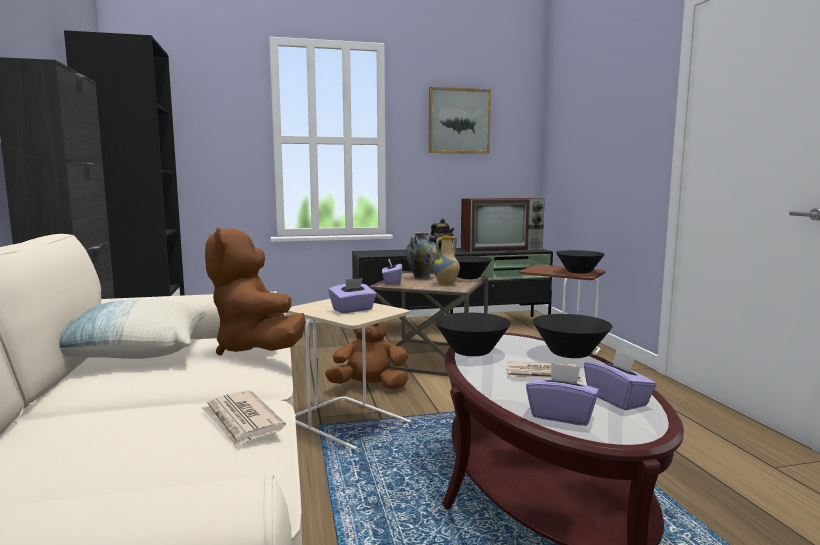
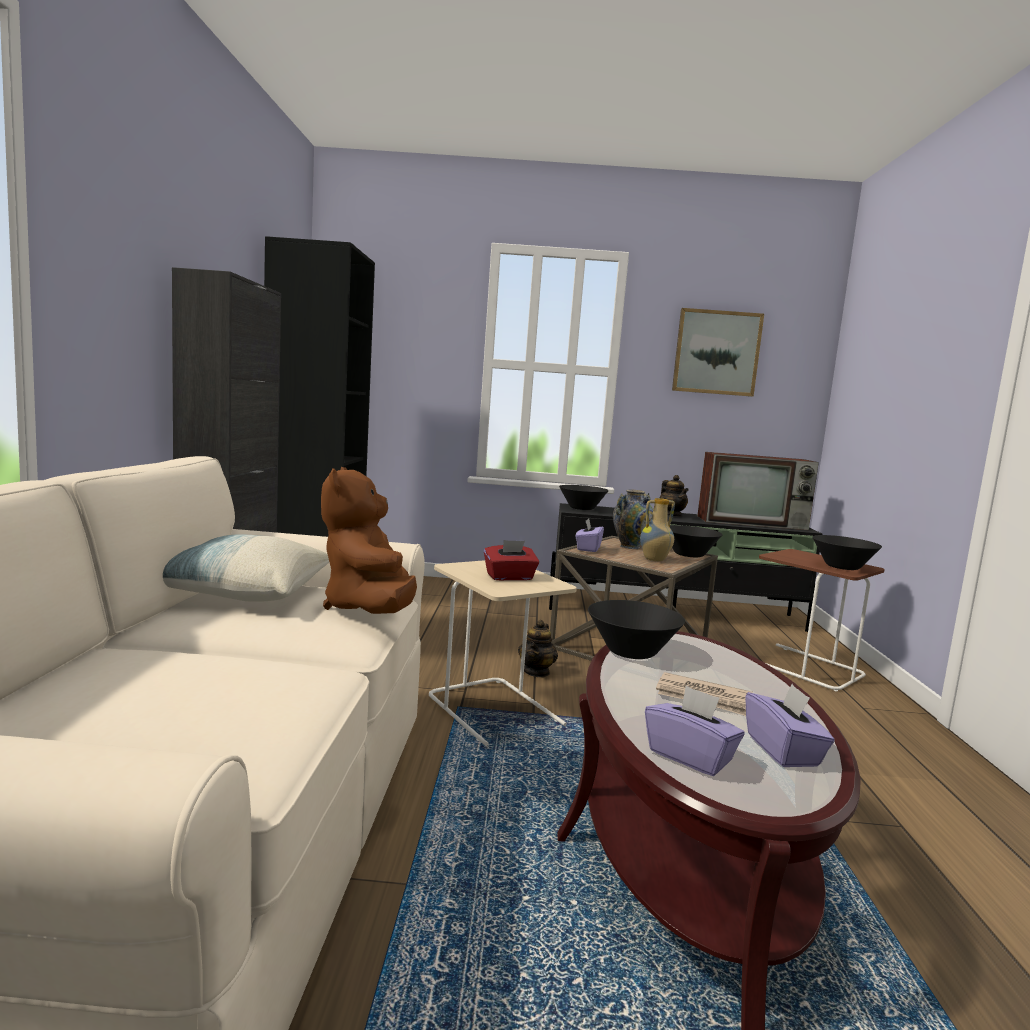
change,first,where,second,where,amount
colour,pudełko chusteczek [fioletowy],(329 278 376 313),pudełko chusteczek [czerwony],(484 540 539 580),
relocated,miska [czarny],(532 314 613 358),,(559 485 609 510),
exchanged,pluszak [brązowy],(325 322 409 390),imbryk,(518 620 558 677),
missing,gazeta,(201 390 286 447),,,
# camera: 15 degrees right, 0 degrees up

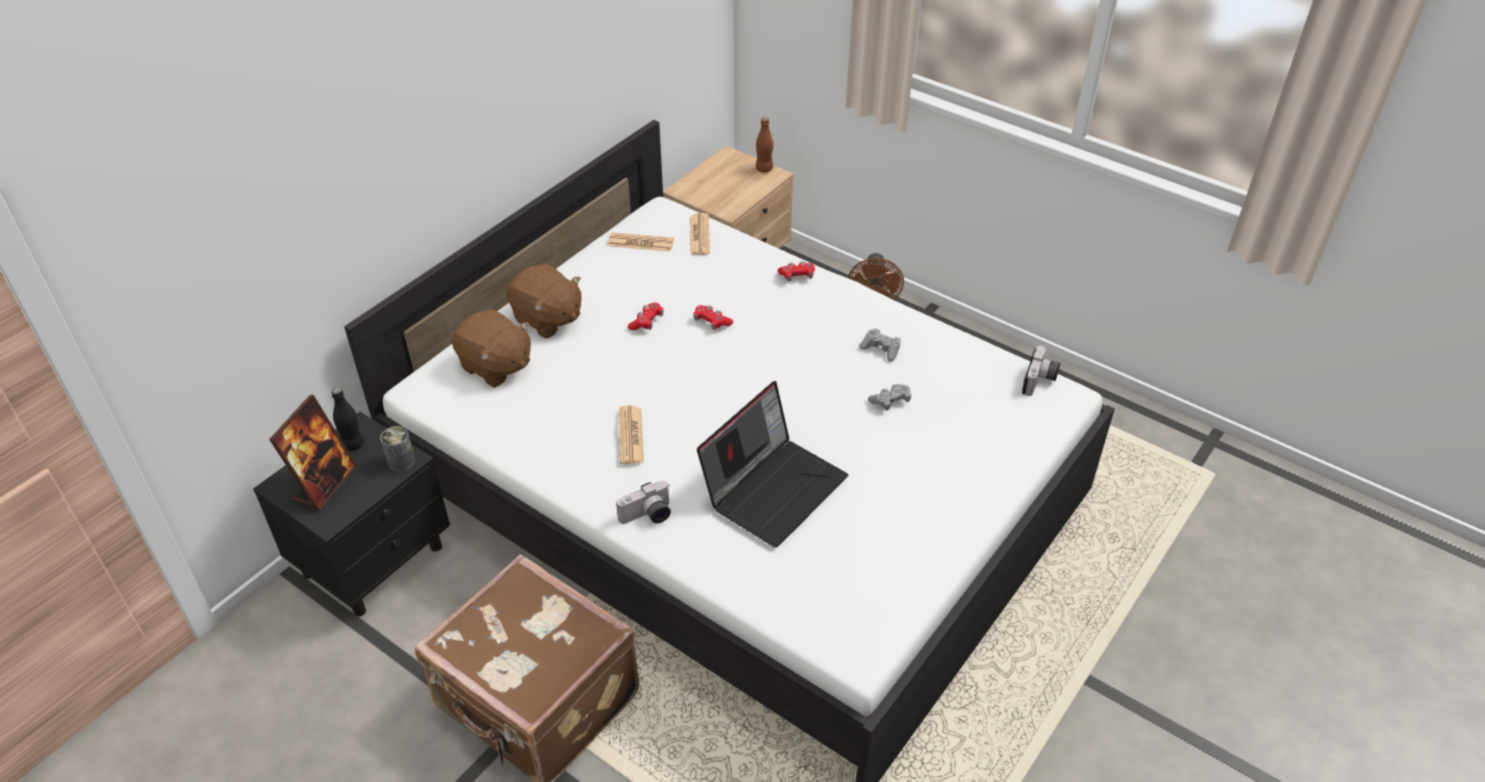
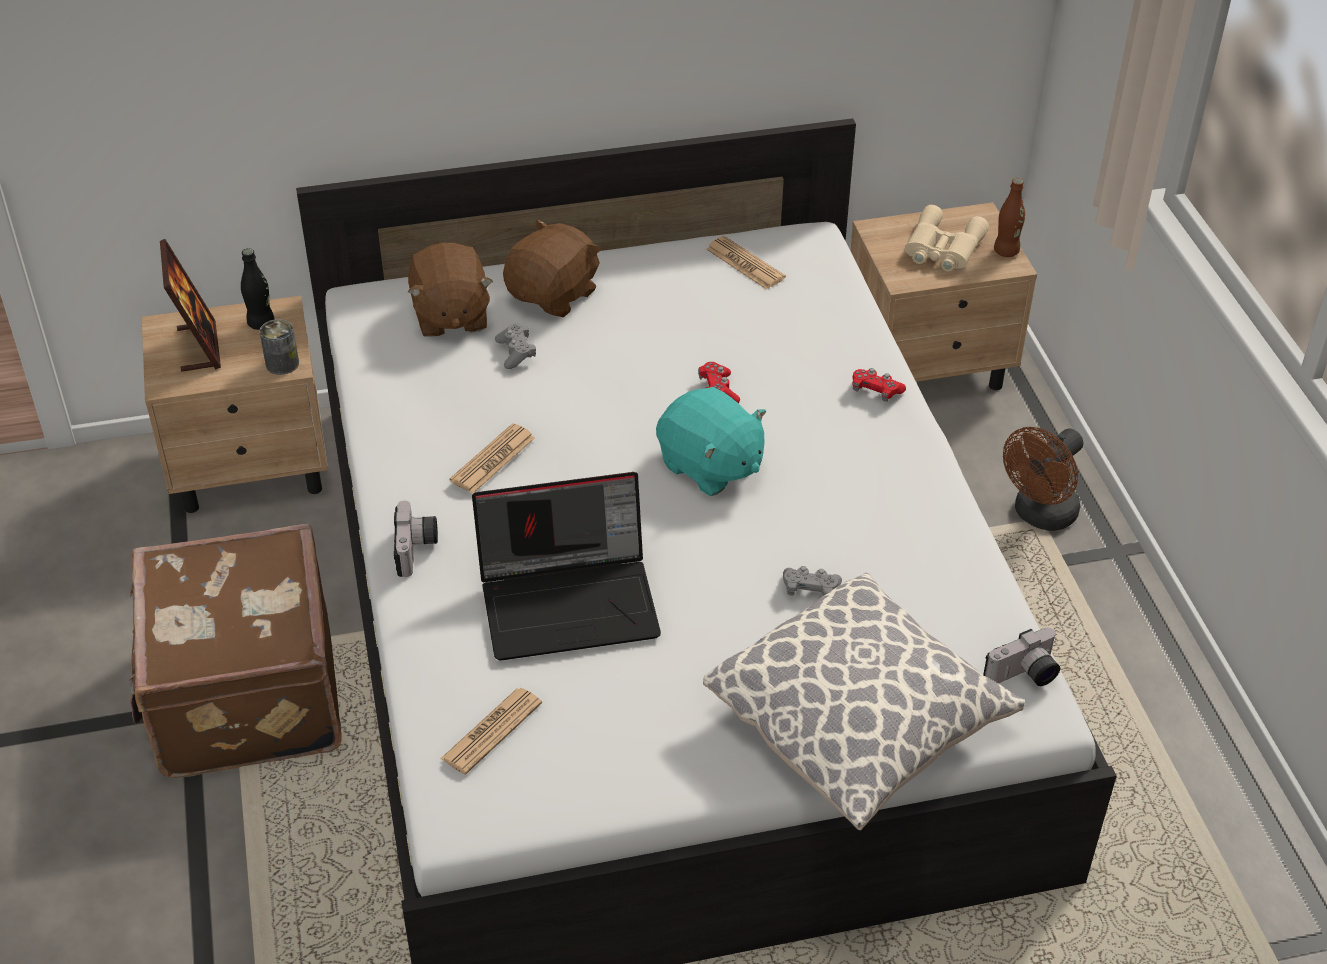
change,first,where,second,where,amount
relocated,gazeta,(690 213 710 255),,(440 688 542 775),
spun,pluszak [brązowy],(506 264 582 339),,(503 220 601 317),135 degrees counterclockwise
missing,pad do gier [czerwony],(628 303 664 330),,,
relocated,pad do gier [szary],(860 328 901 362),,(495 324 536 369),
spun,ramka na zdjęcie,(269 395 357 511),,(160 239 221 372),75 degrees counterclockwise
colour,szafka nocna [czarny],(253 412 450 617),szafka nocna [beżowy],(141 296 328 513),
spun,aparat fotograficzny,(616 481 671 524),,(394 501 438 577),105 degrees counterclockwise
appeared,,,lornetka [beżowy],(905 205 989 272),
appeared,,,pluszak [turkusowy],(656 387 766 496),
appeared,,,poduszka,(703 573 1025 830),
# camera: 40 degrees right, 0 degrees up

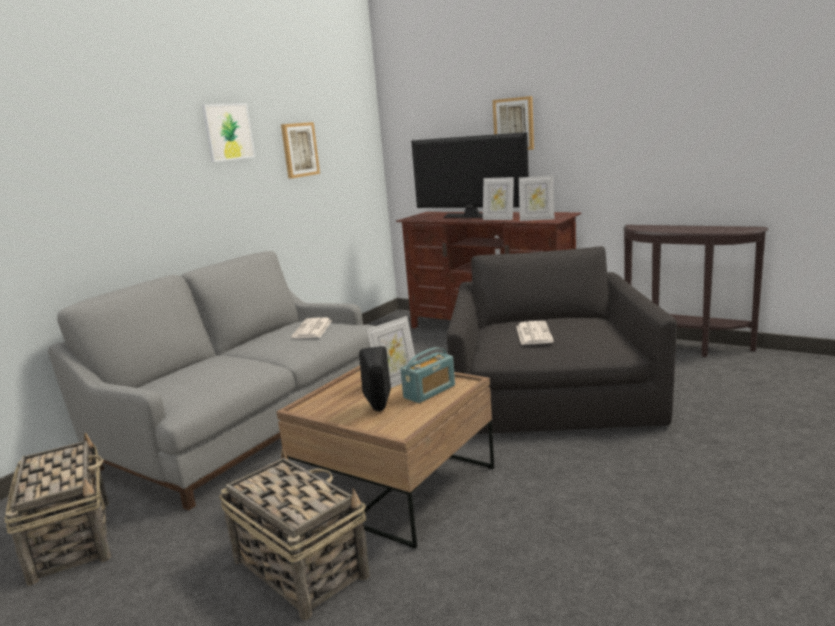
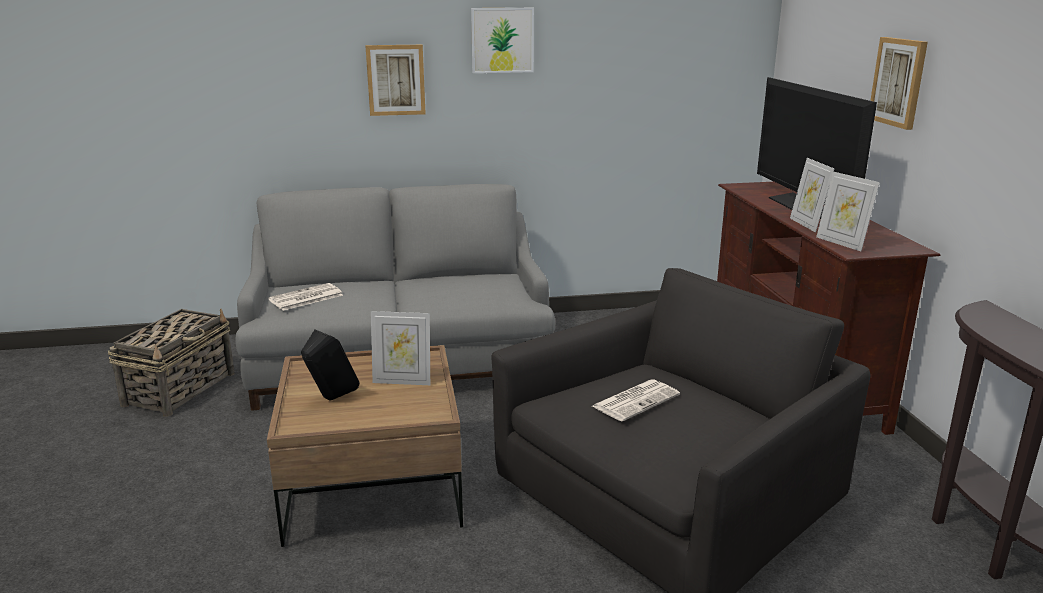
change,first,where,second,where,amount
relocated,obraz,(281 122 320 179),,(365 45 426 116),
relocated,gazeta,(291 317 332 339),,(268 283 343 311),
missing,radio,(400 347 455 403),,,
missing,koszyk,(219 449 370 620),,,
# camera: 45 degrees right, 5 degrees up

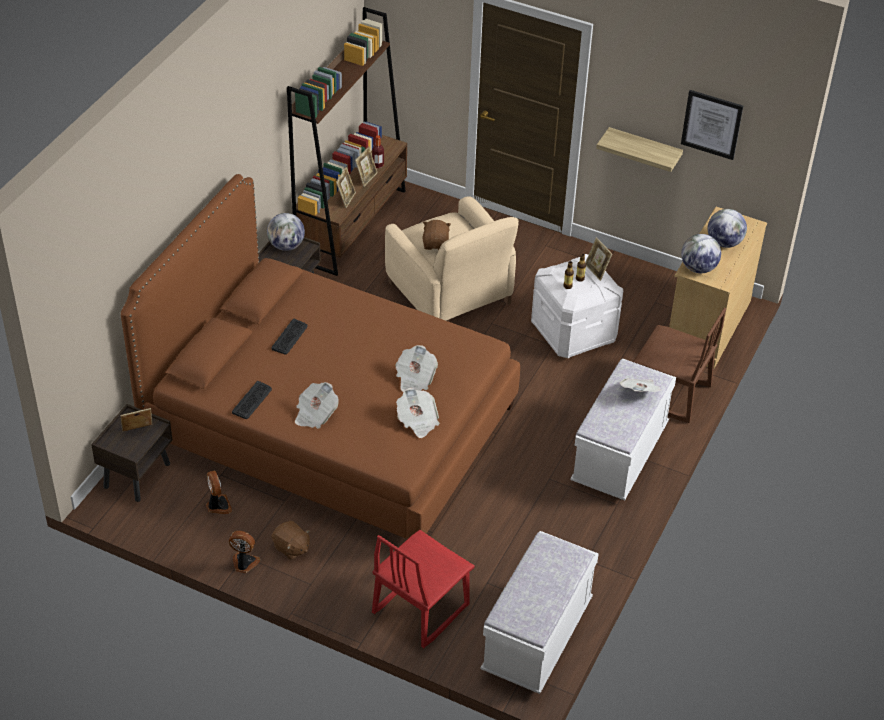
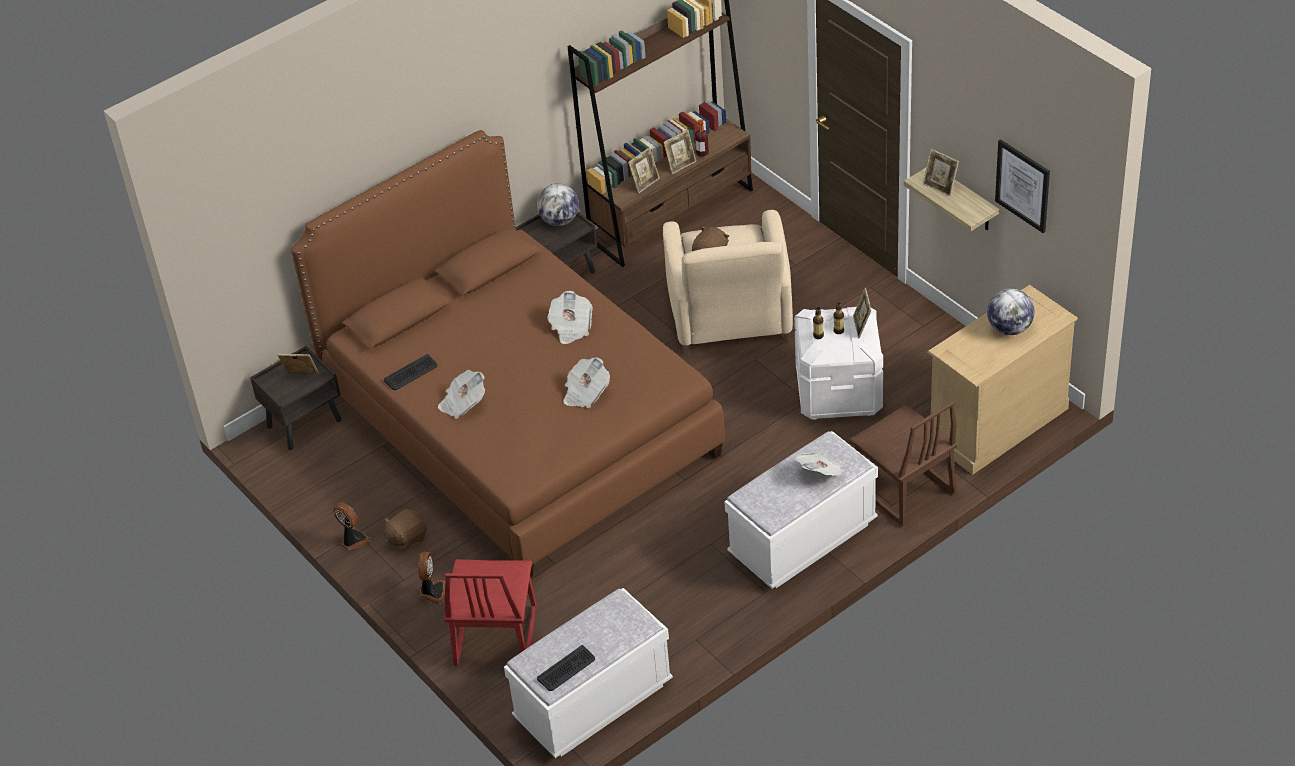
change,first,where,second,where,amount
missing,globus,(681 234 721 273),,,
relocated,klawiatura,(271 319 308 354),,(537 645 595 691),
relocated,gazeta,(396 388 440 438),,(547 291 593 344),
relocated,wentylator,(206 471 232 514),,(418 552 445 604),
spun,pluszak [brązowy],(272 521 310 560),,(384 509 427 552),75 degrees clockwise
spun,krzesło [czerwony],(372 530 475 648),,(444 559 537 666),60 degrees counterclockwise
appeared,,,ramka na zdjęcie,(923 149 959 196),
# camera: 30 degrees right, 0 degrees up

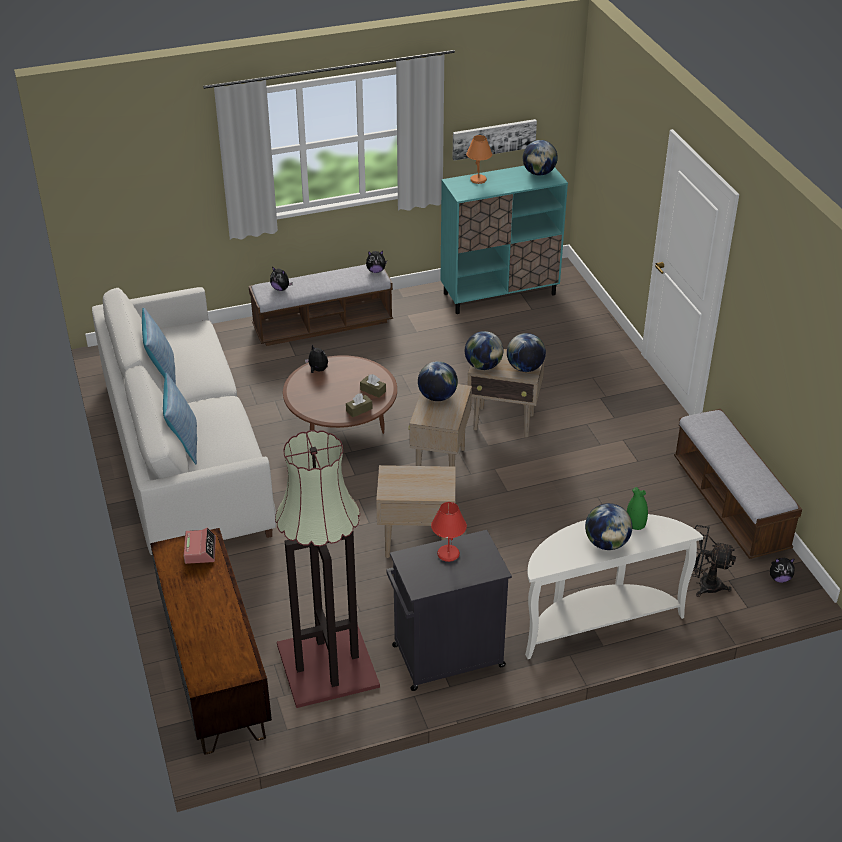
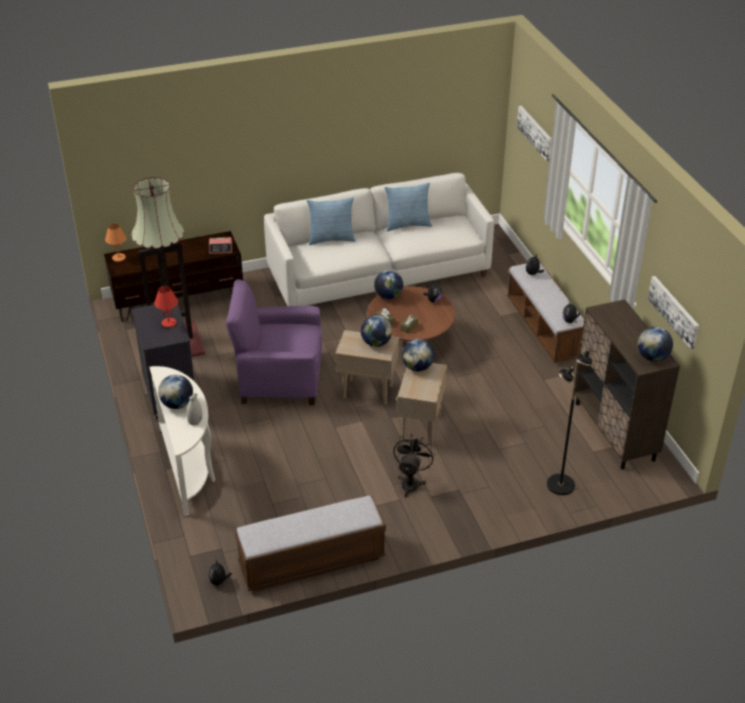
change,first,where,second,where,amount
relocated,lampa stołowa [pomarańczowy],(466 135 492 184),,(105 224 127 262),
colour,szafka [turkusowy],(441 166 568 314),szafka [brązowy],(575 299 680 470),
relocated,globus,(507 333 546 372),,(374 270 403 299),
exchanged,stolik [beżowy],(376 465 456 558),fotel [fioletowy],(226 279 322 405),
colour,wazon [zielony],(627 487 648 530),wazon [biały],(186 393 202 425),
relocated,wentylator [czarny],(691 525 736 597),,(393 435 435 497),
appeared,,,obraz,(517 106 552 161),
appeared,,,lampa stojąca [czarny],(547 341 592 495),
# camera: 90 degrees right, 0 degrees up

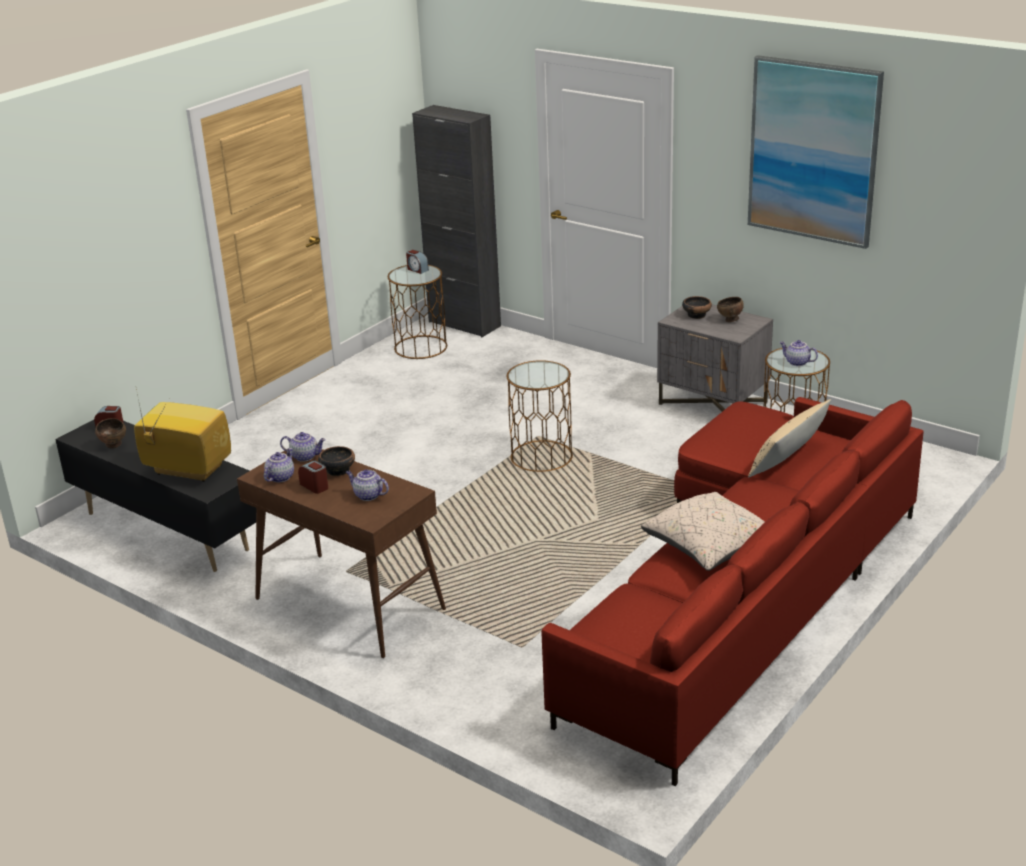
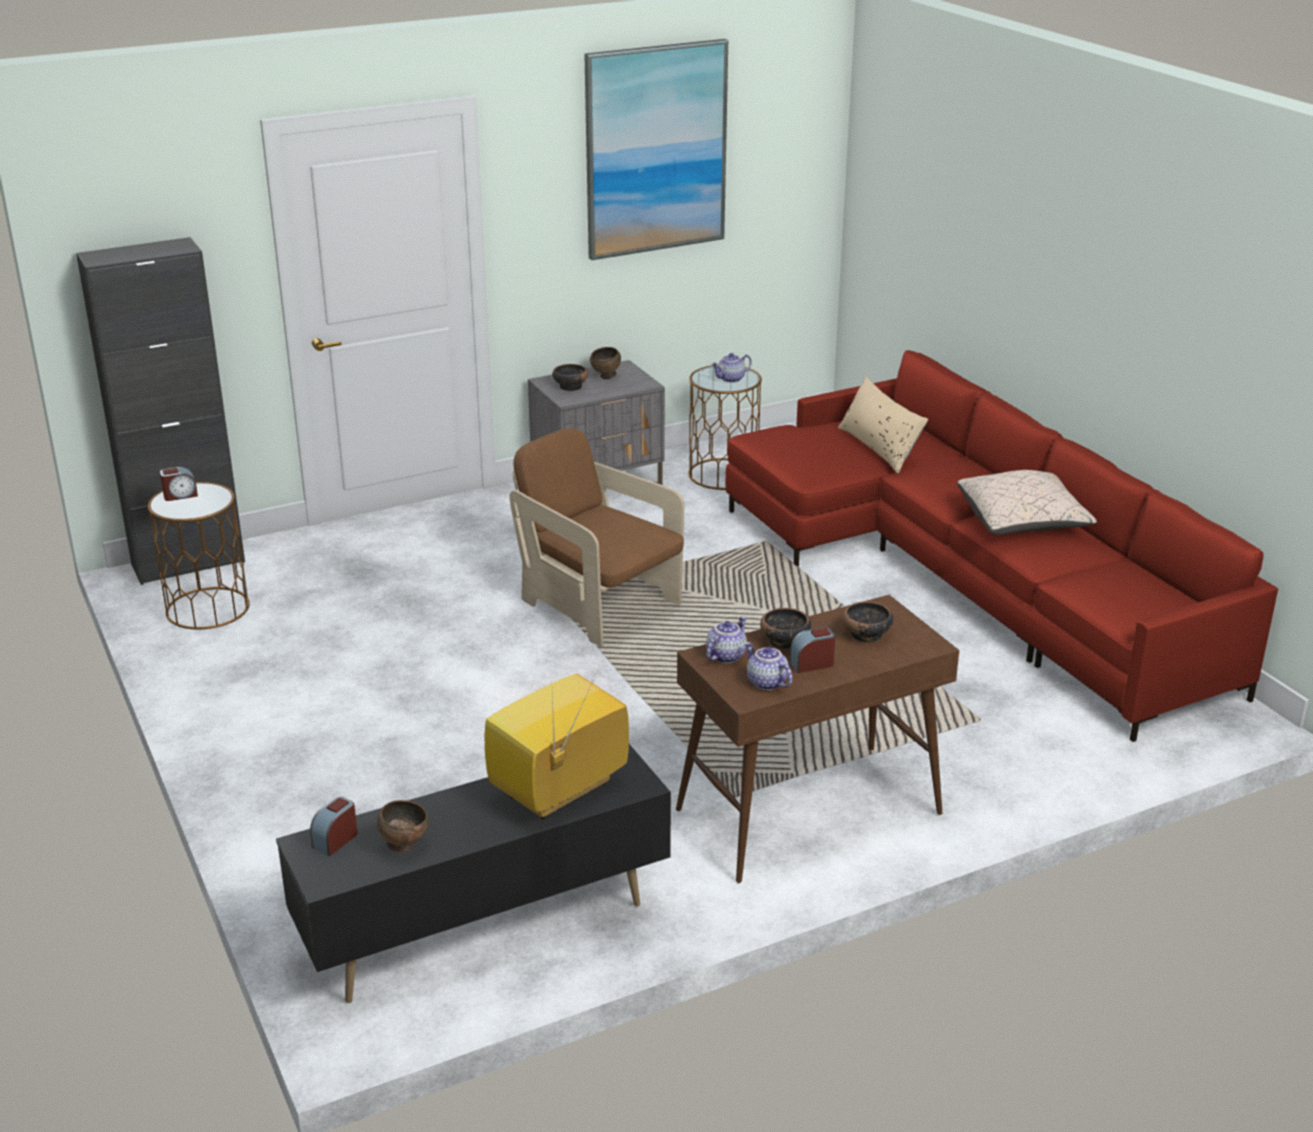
change,first,where,second,where,amount
exchanged,stolik [brązowy],(506 360 573 472),fotel [brązowy],(509 428 685 647),
exchanged,imbryk,(346 469 389 501),miska,(843 601 893 643),
# camera: 65 degrees left, 0 degrees up

